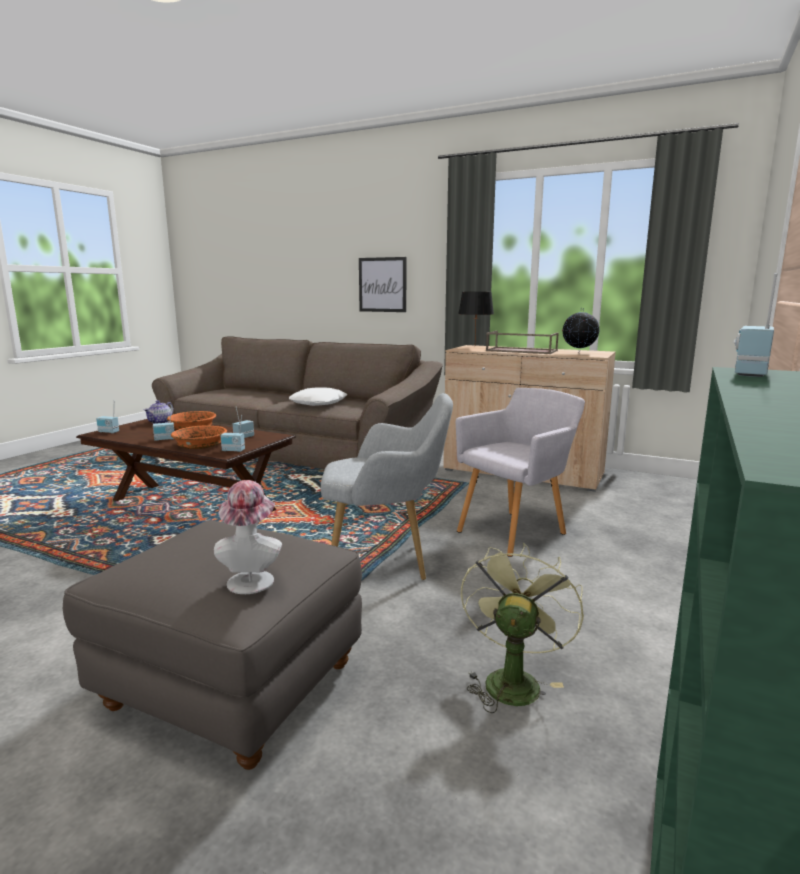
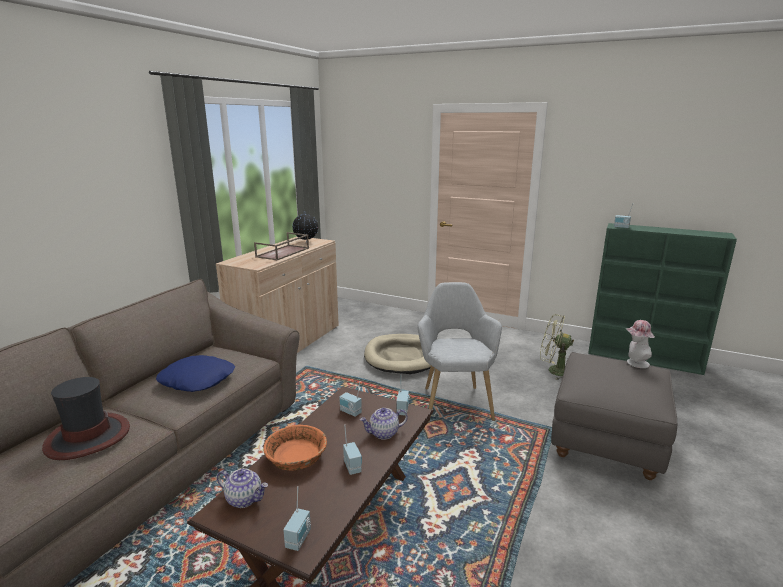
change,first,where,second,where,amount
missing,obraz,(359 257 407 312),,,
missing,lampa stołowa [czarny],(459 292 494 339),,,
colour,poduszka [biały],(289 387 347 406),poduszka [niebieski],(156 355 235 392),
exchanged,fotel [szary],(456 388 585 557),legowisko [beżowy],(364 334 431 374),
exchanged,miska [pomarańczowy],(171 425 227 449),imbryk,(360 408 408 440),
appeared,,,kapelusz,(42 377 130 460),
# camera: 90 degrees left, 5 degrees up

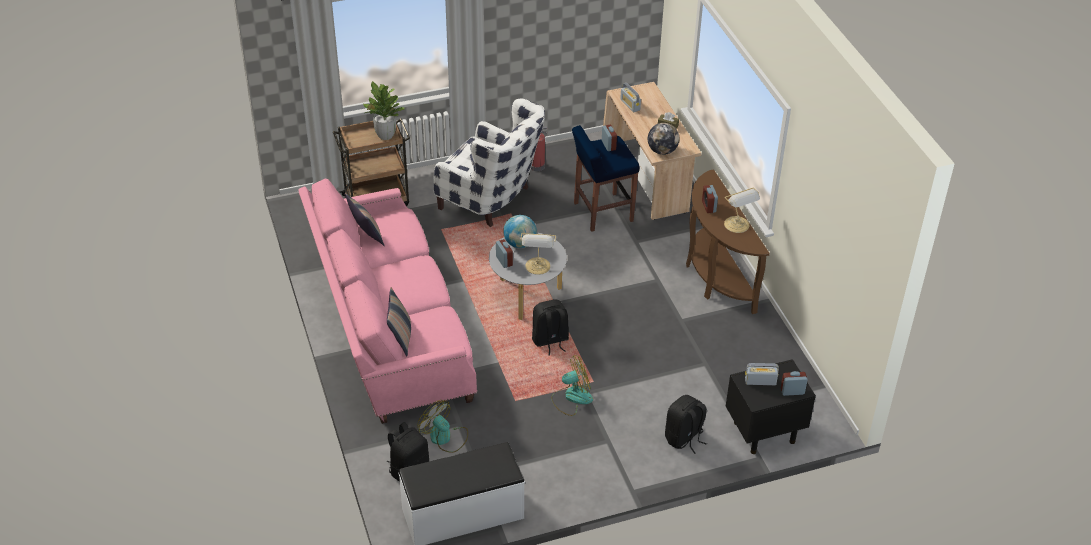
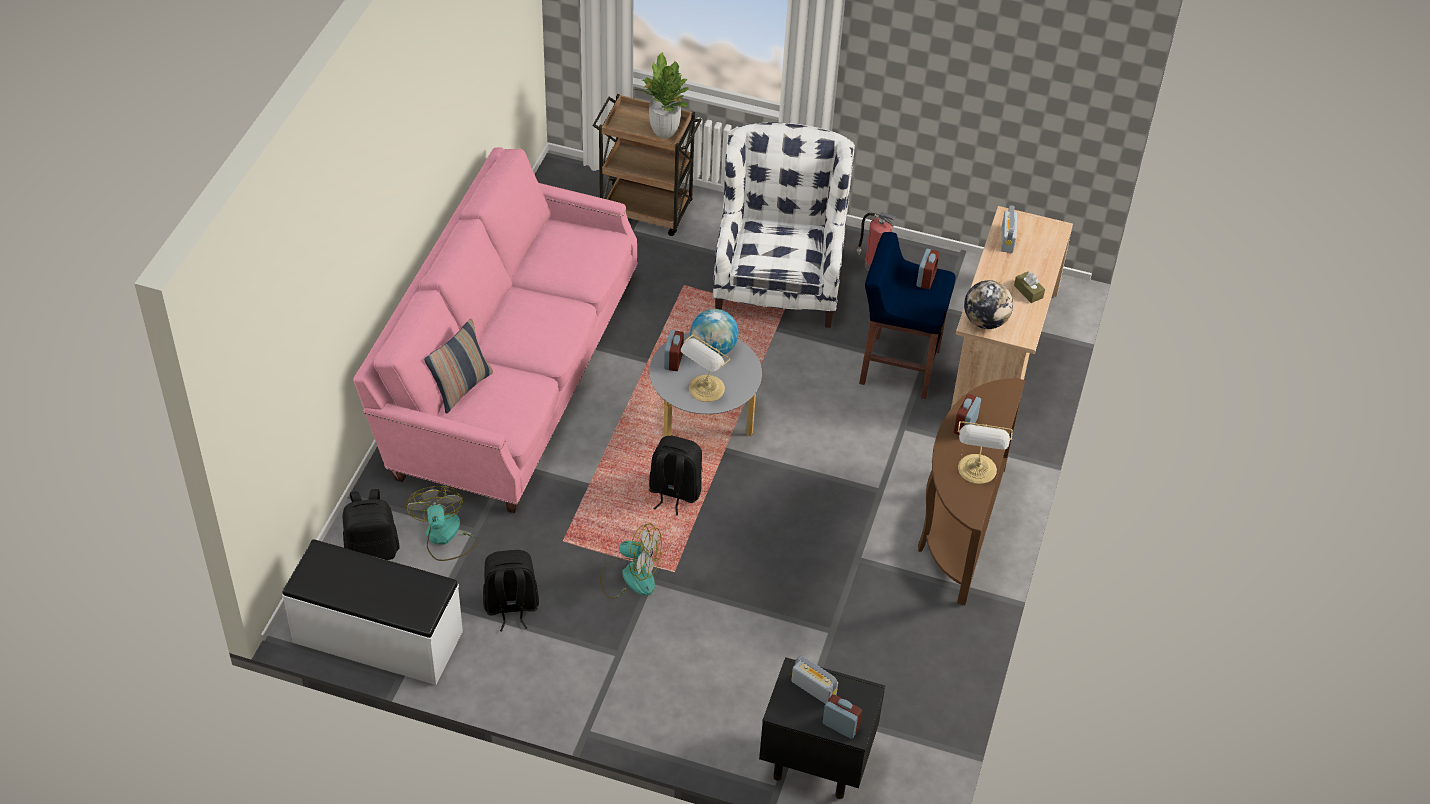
change,first,where,second,where,amount
spun,fotel [biały],(433 98 545 227),,(712 123 855 328),150 degrees counterclockwise
missing,poduszka,(345 193 385 246),,,
relocated,plecak [czarny],(665 395 707 454),,(483 550 539 631),
# camera: 35 degrees right, 5 degrees up

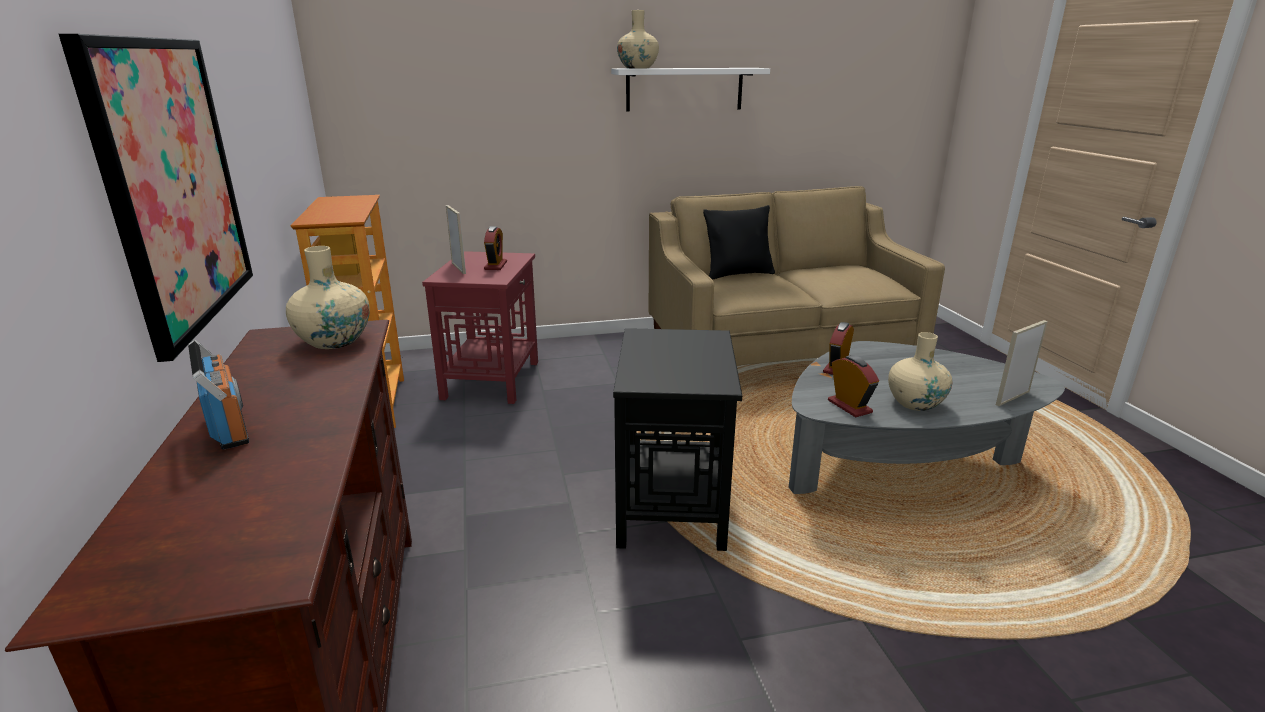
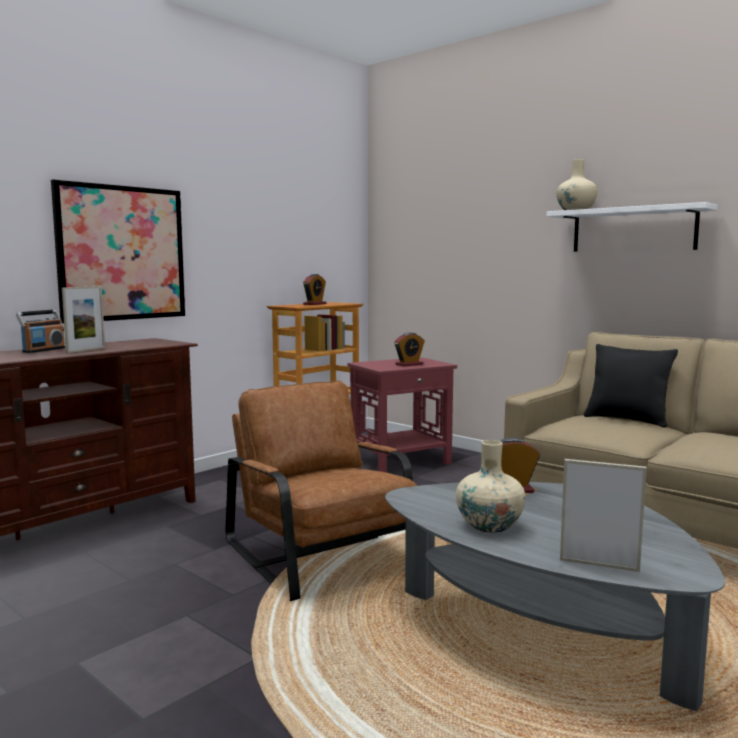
change,first,where,second,where,amount
relocated,ramka na zdjęcie,(446 205 466 274),,(62 286 105 353),
missing,wazon [beżowy],(286 246 370 349),,,
exchanged,stolik [czarny],(613 328 742 551),fotel [brązowy],(226 381 417 601),
relocated,budzik,(828 355 879 417),,(303 274 326 305),
# camera: 55 degrees right, 15 degrees down

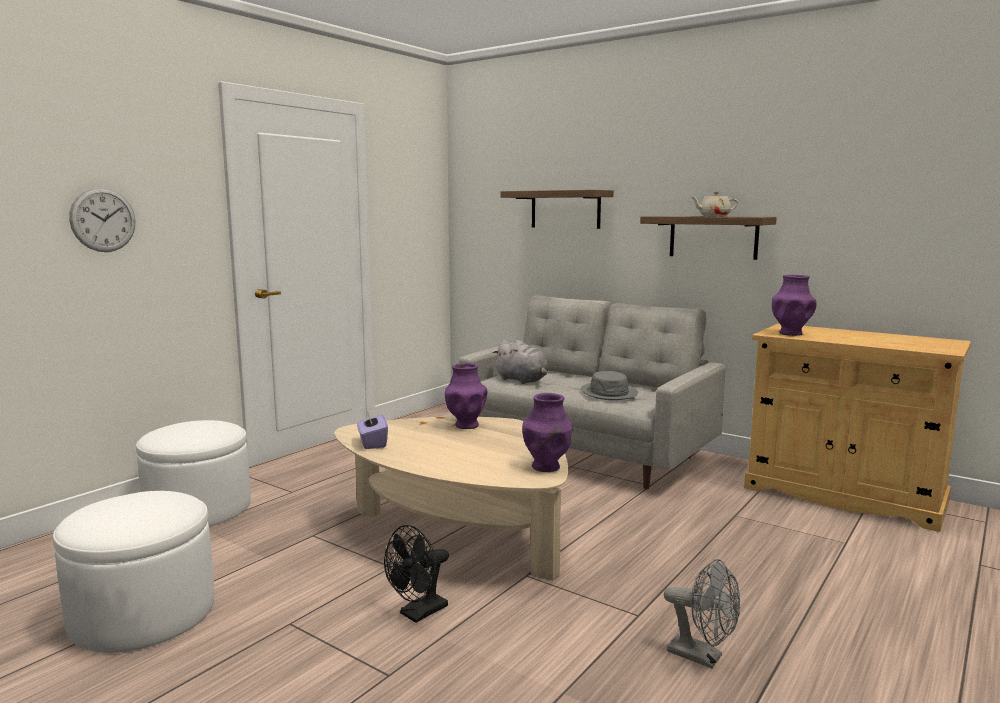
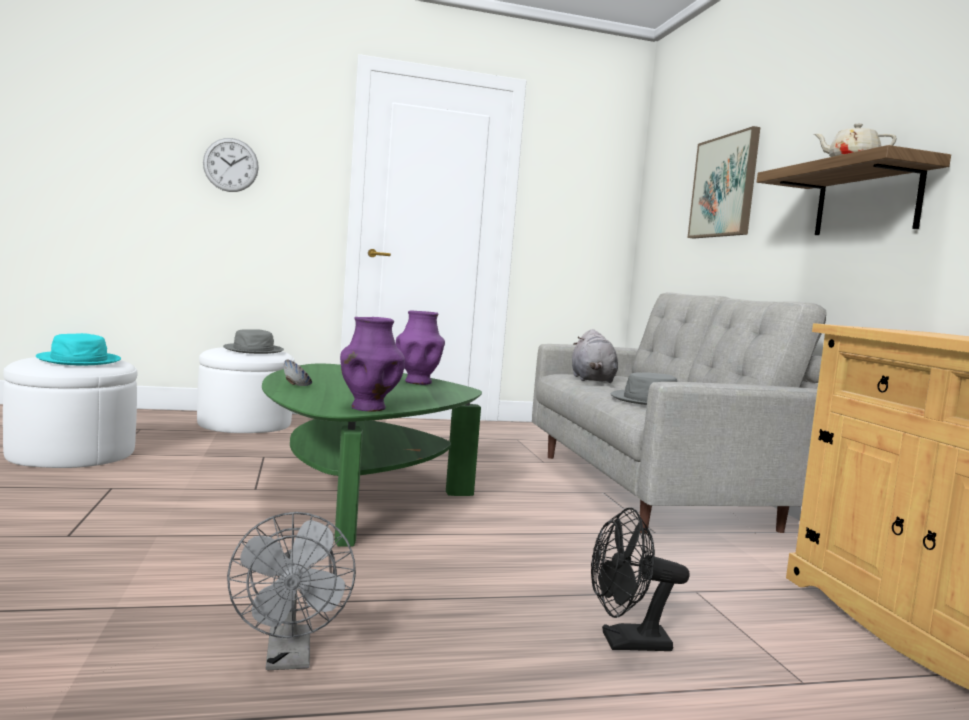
change,first,where,second,where,amount
exchanged,półka,(501 190 614 229),obraz,(688 126 760 239),
missing,wazon [fioletowy],(772 275 817 336),,,
missing,pudełko chusteczek [fioletowy],(357 411 388 449),,,
colour,ława [beżowy],(334 417 568 581),ława [zielony],(262 364 482 547),
relocated,wentylator [czarny],(384 525 449 623),,(591 508 689 651),
appeared,,,kapelusz [szary],(223 329 284 354),
appeared,,,kapelusz [turkusowy],(36 333 121 365),
appeared,,,miska,(284 360 312 386),
# camera: 40 degrees right, 5 degrees down

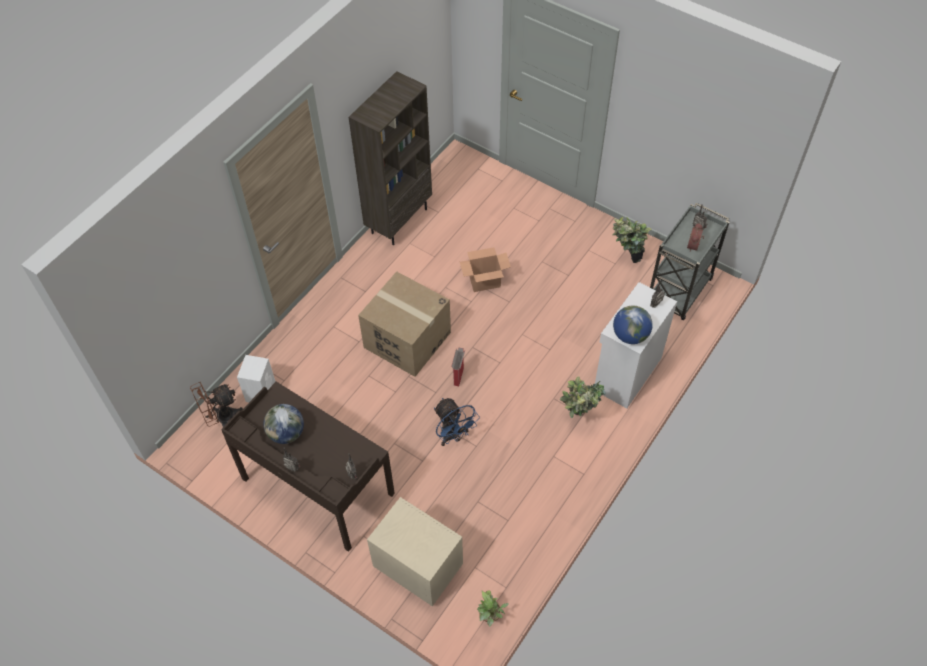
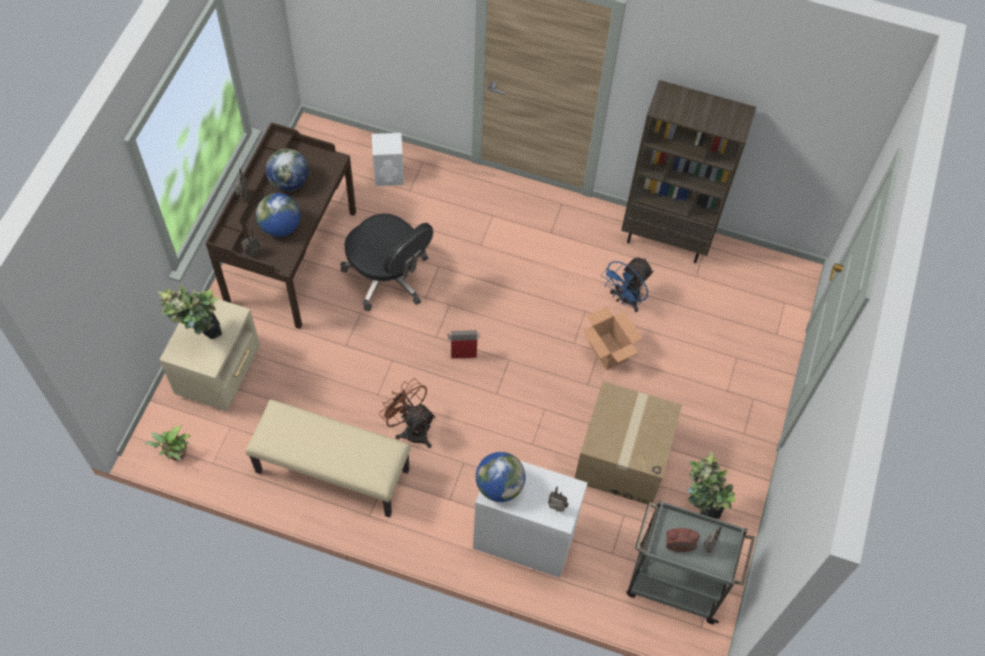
change,first,where,second,where,amount
relocated,karton,(358 271 451 377),,(575 381 682 505),
relocated,roślina doniczkowa,(560 376 606 418),,(158 286 222 339),
relocated,wentylator [brązowy],(190 382 243 427),,(379 378 436 448),
relocated,wentylator [niebieski],(434 398 480 446),,(601 257 654 312),
appeared,,,globus,(256 193 300 237),
appeared,,,krzesło biurowe [czarny],(340 213 433 311),
appeared,,,ławka [beżowy],(246 399 410 518),
# camera: 70 degrees right, 5 degrees up

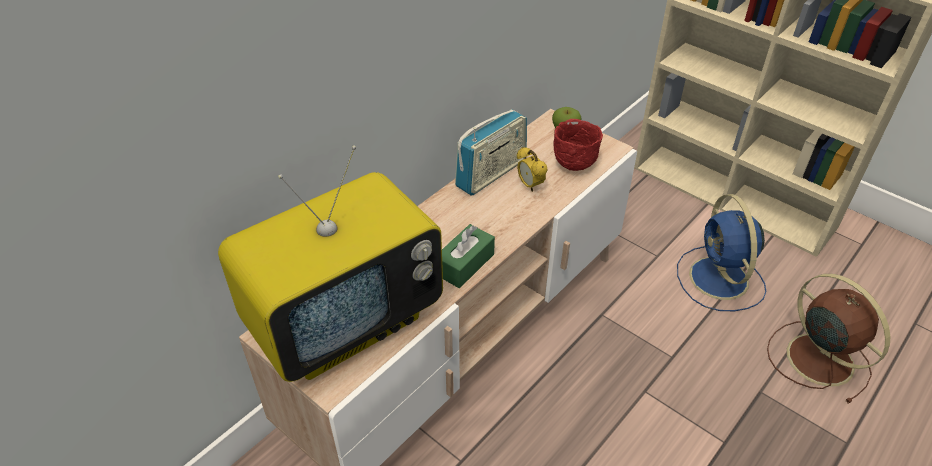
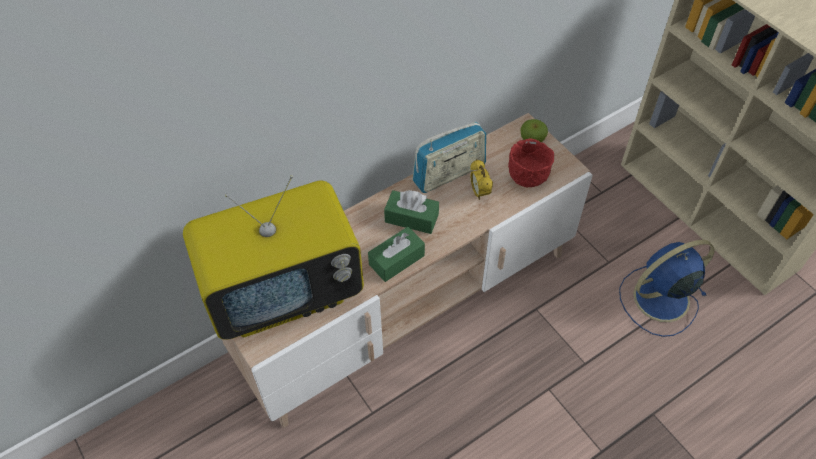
change,first,where,second,where,amount
spun,wentylator [niebieski],(677 194 766 311),,(619 240 715 337),60 degrees clockwise
missing,wentylator [brązowy],(767 274 890 403),,,
appeared,,,pudełko chusteczek [zielony],(384 190 439 234),
# camera: 15 degrees right, 10 degrees up

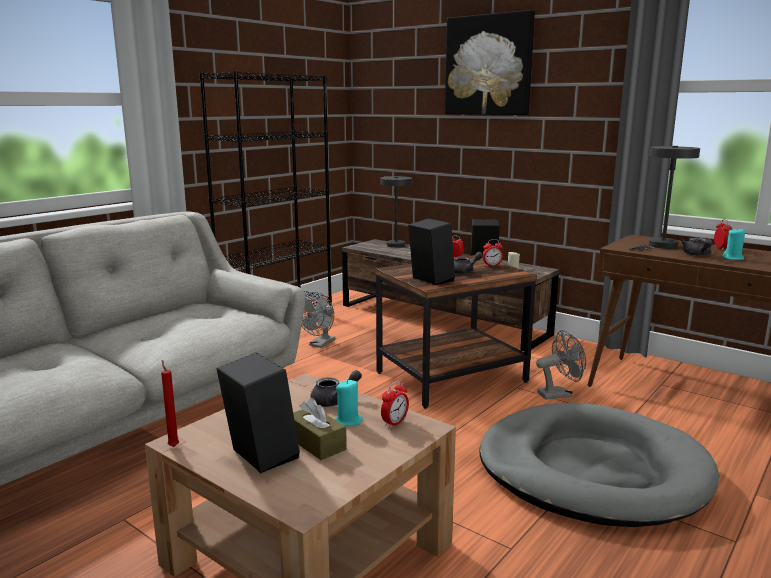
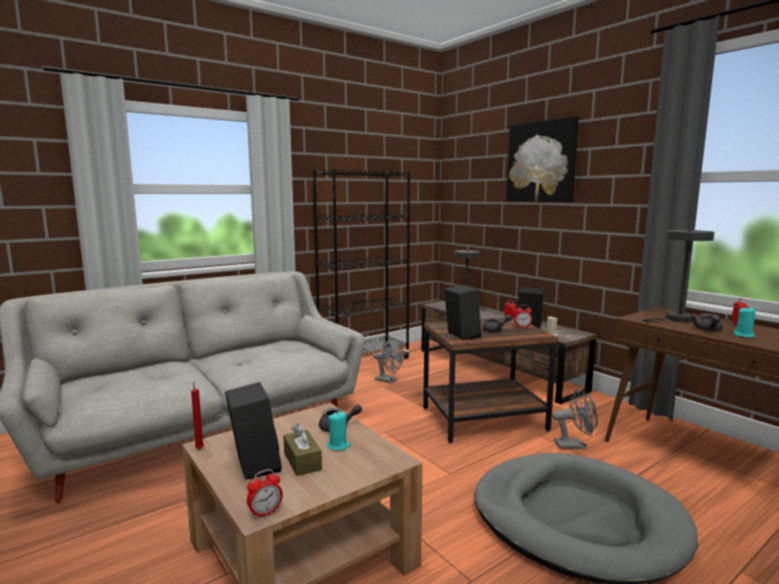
change,first,where,second,where,amount
spun,wentylator [szary],(302 292 335 348),,(373 338 404 383),105 degrees counterclockwise
relocated,budzik,(381 380 409 428),,(247 469 283 519),
# camera: 15 degrees right, 5 degrees down

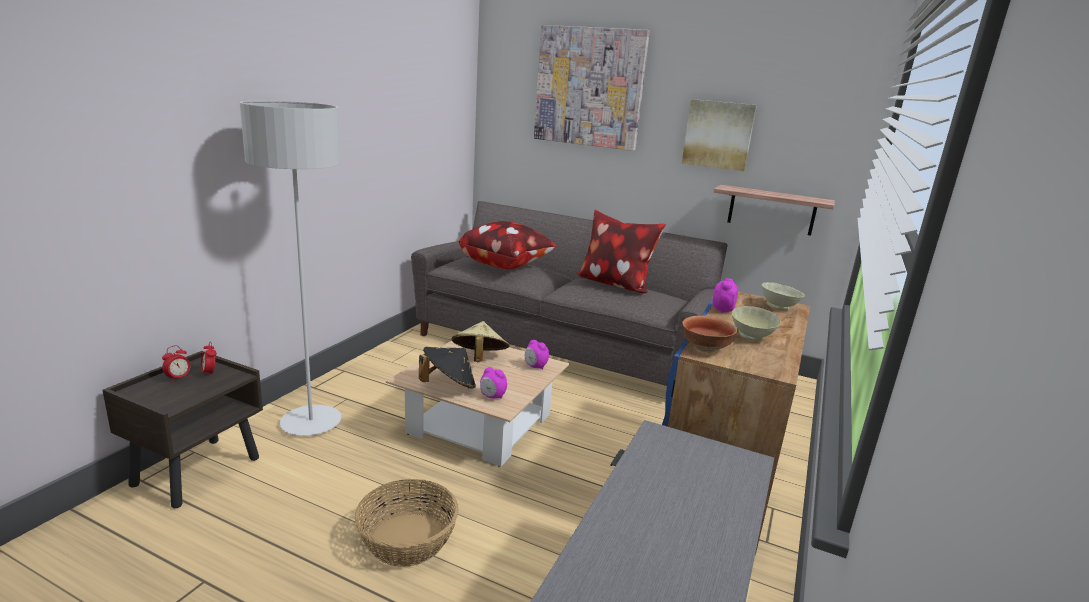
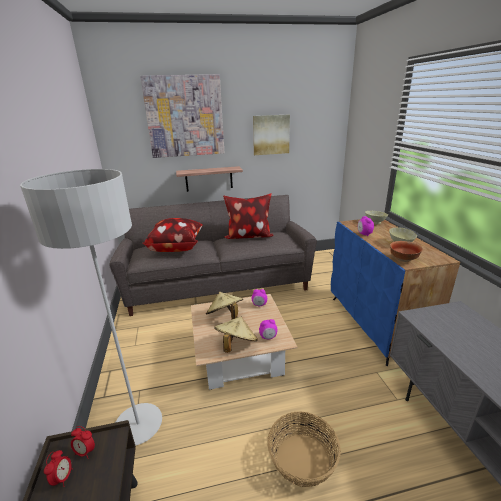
change,first,where,second,where,amount
relocated,półka,(714 185 835 236),,(176 166 243 192),
colour,kapelusz [czarny],(419 347 476 388),kapelusz [beżowy],(214 316 258 353),
# camera: 35 degrees left, 5 degrees up

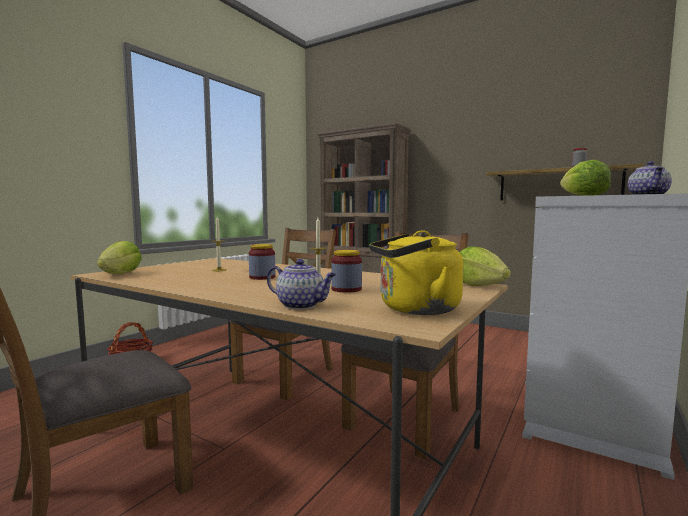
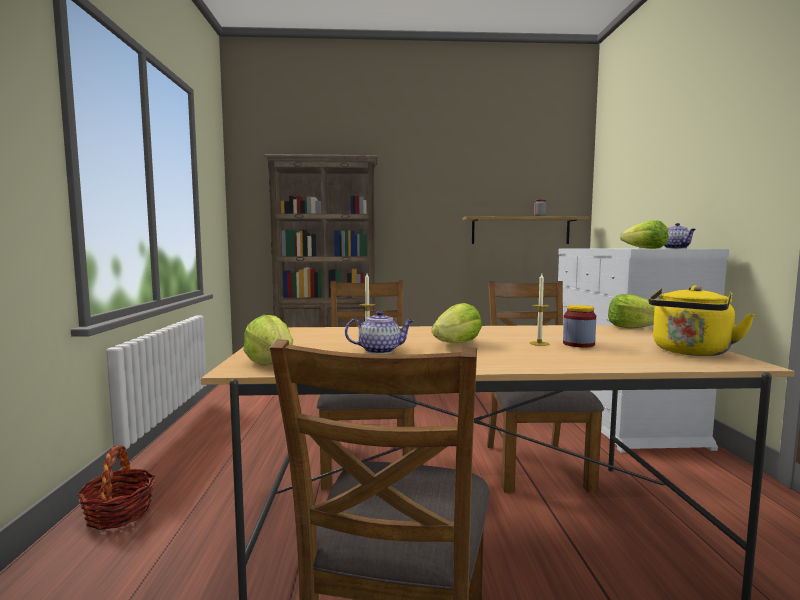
change,first,where,second,where,amount
exchanged,słoik,(249 244 275 280),sałata,(432 303 482 343),
relocated,imbryk,(267 259 336 309),,(345 310 413 354),
# camera: 35 degrees left, 0 degrees up

